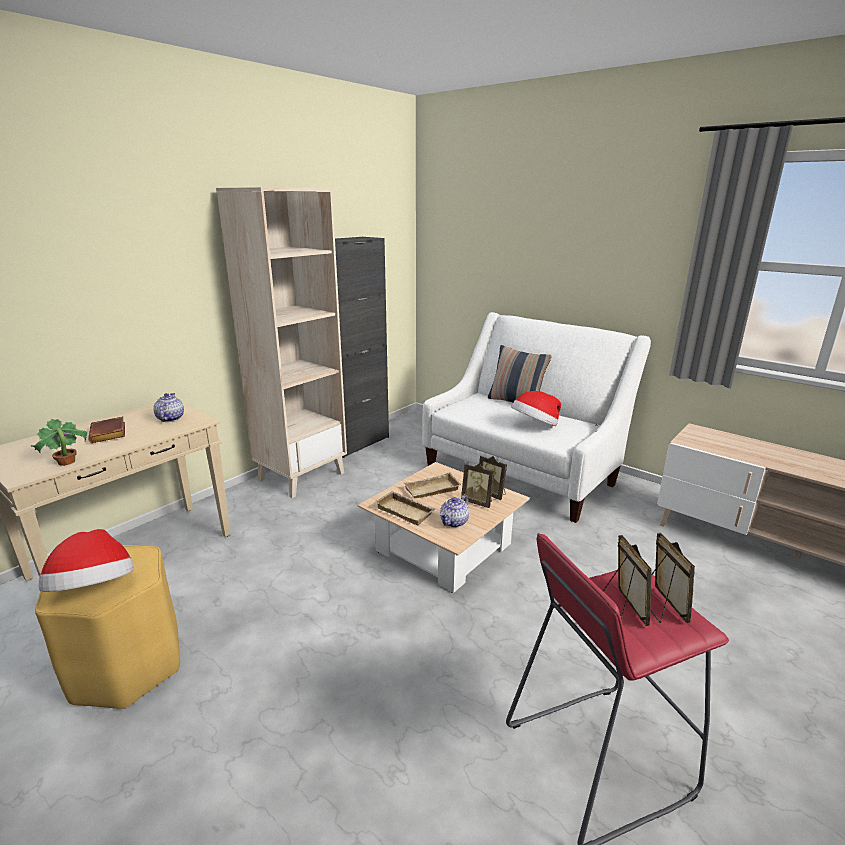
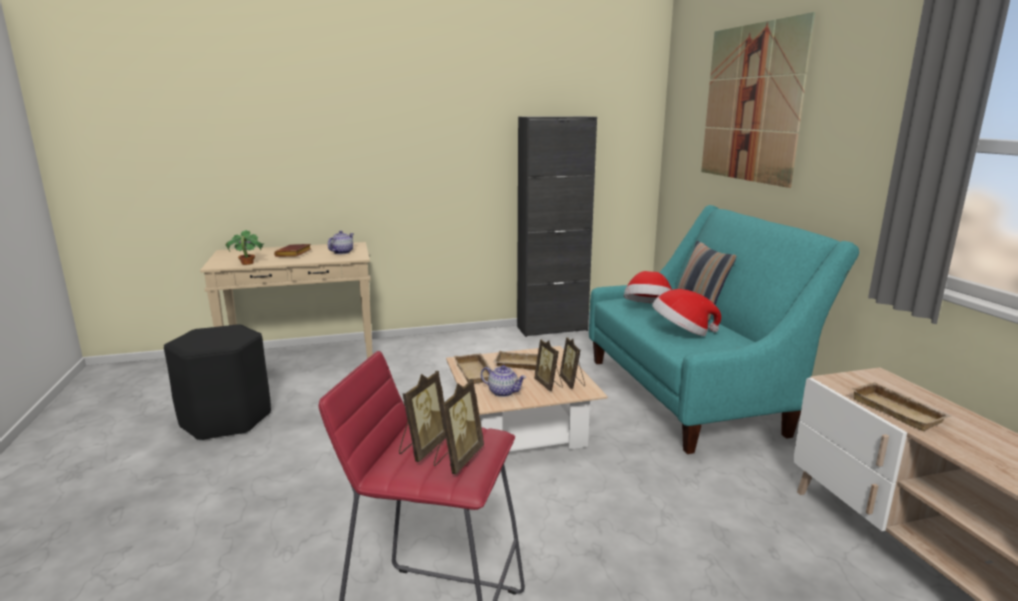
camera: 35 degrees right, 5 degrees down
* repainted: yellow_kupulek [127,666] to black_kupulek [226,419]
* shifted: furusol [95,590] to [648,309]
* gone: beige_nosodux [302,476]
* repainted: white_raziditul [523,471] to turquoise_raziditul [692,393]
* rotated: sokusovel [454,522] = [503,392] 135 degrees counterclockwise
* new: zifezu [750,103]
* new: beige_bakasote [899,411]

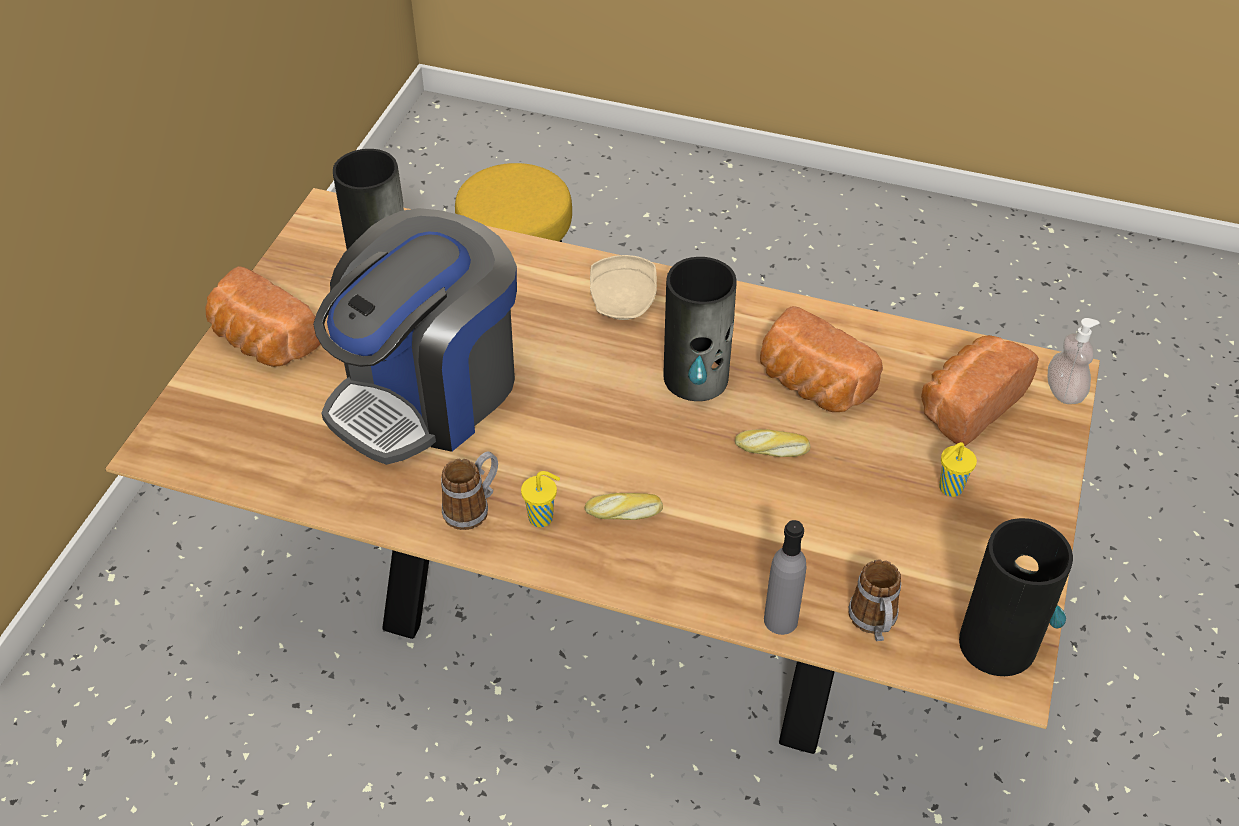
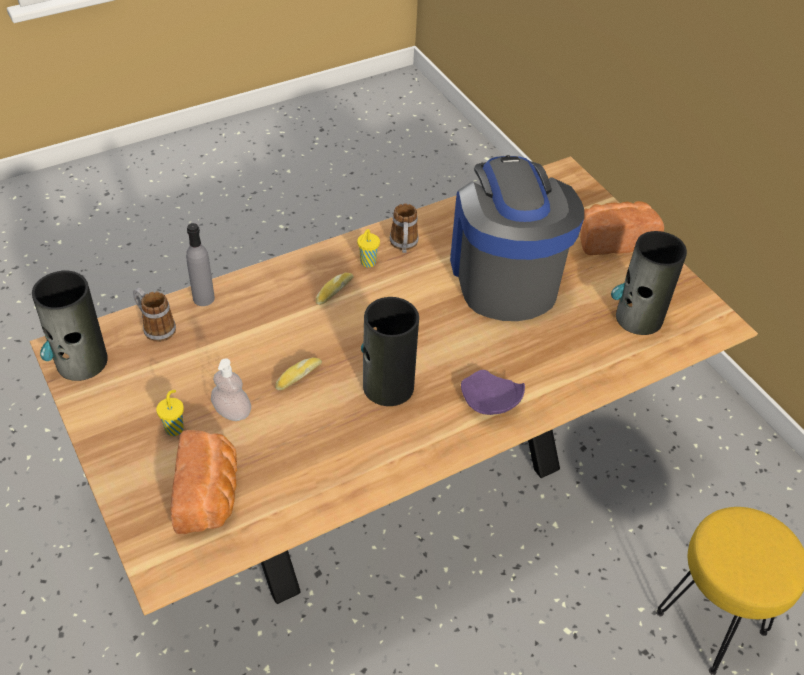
camera: 130 degrees right, 0 degrees up
* repainted: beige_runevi [624,301] to purple_runevi [490,402]
* gone: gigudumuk [811,386]
* shifted: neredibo [1064,392] to [232,412]

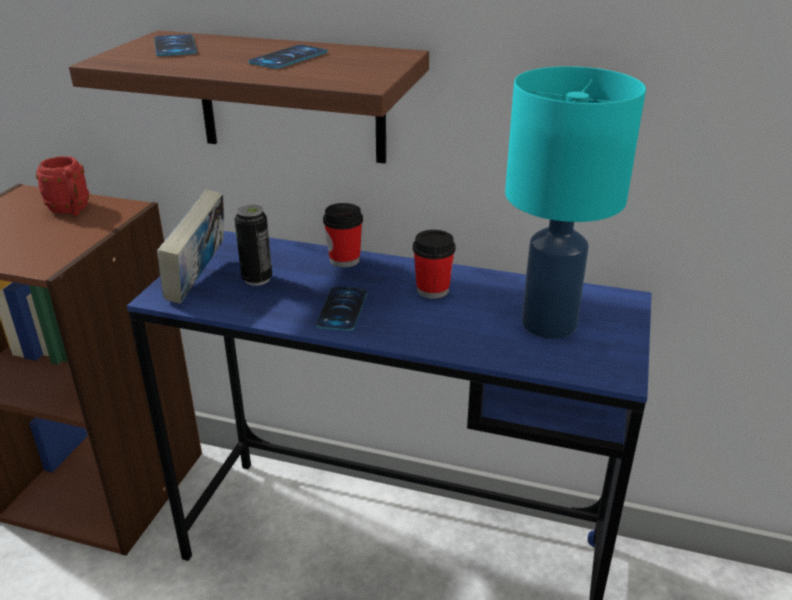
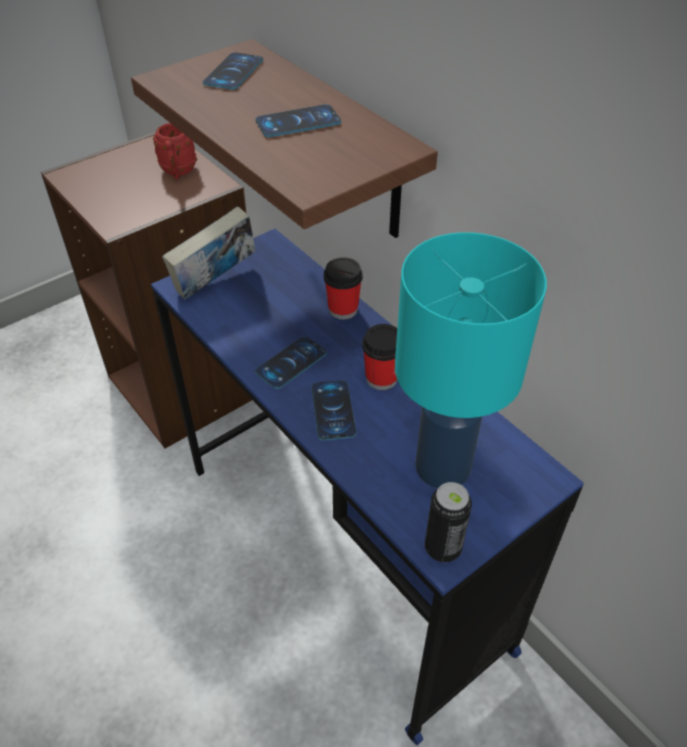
camera: 35 degrees right, 15 degrees up
* shifted: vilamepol [257,279] to [442,548]
* new: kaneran [333,410]

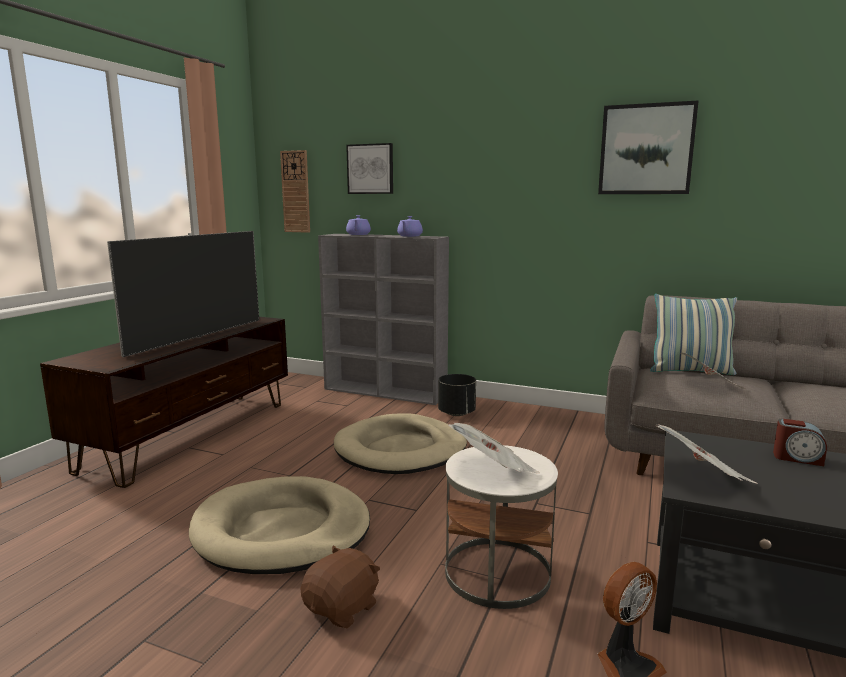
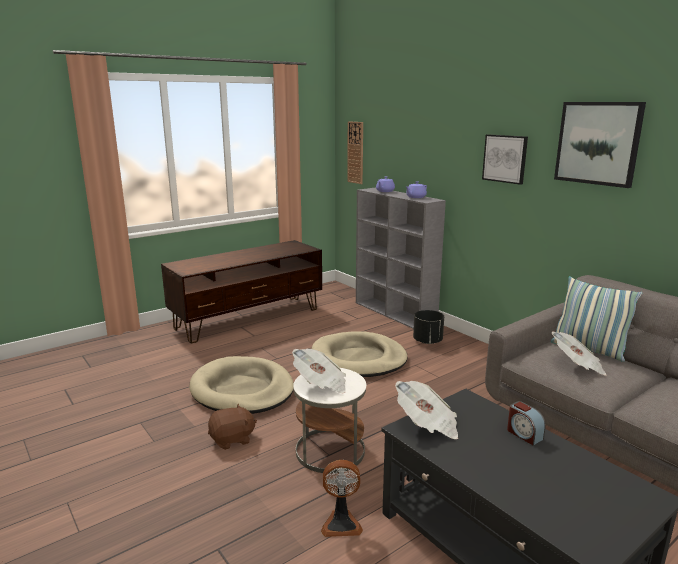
camera: 30 degrees right, 5 degrees up
* gone: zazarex [198,337]
* shifted: zifezu [370,169] to [505,158]

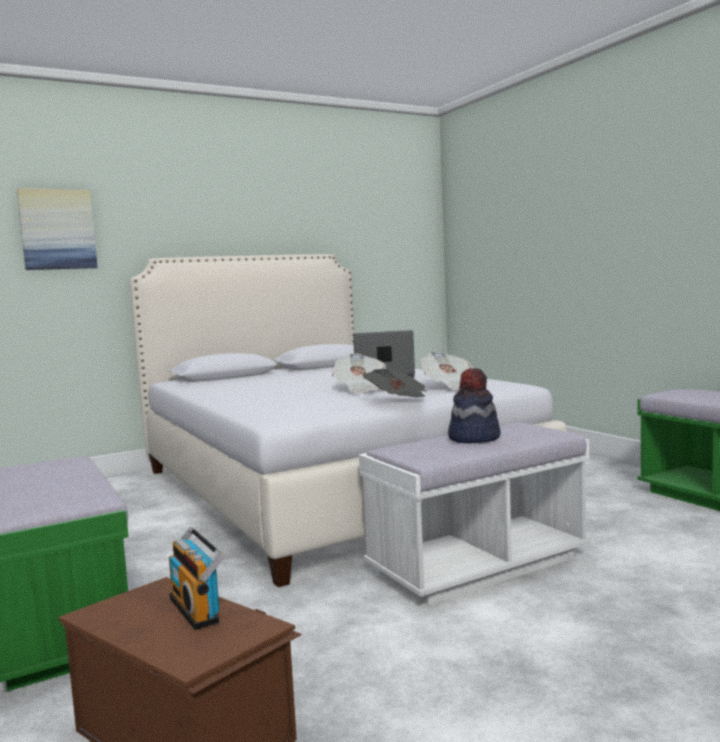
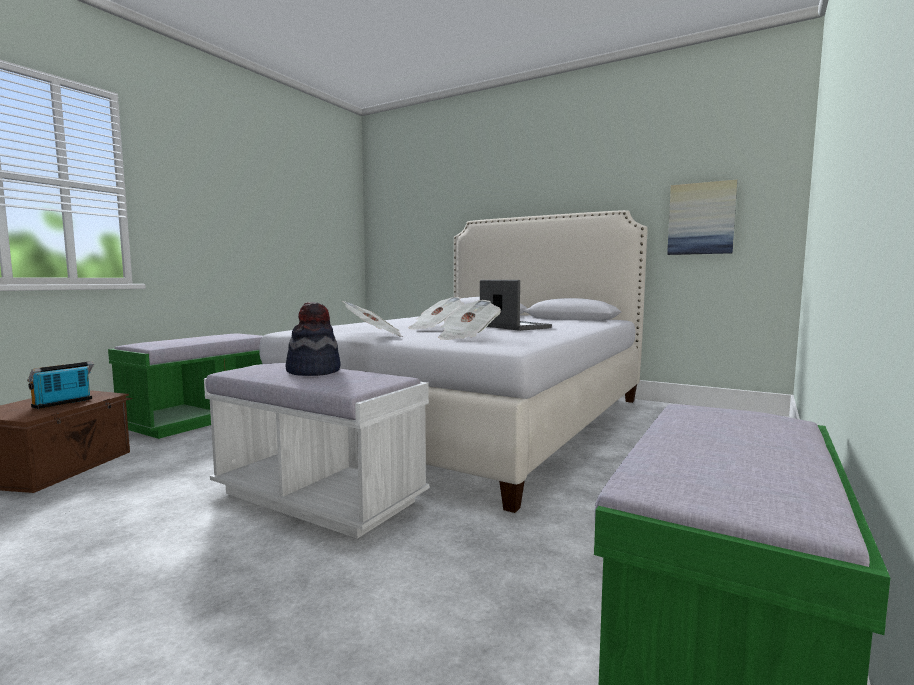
camera: 60 degrees right, 0 degrees up
* shifted: zifezu [58,229] to [701,219]

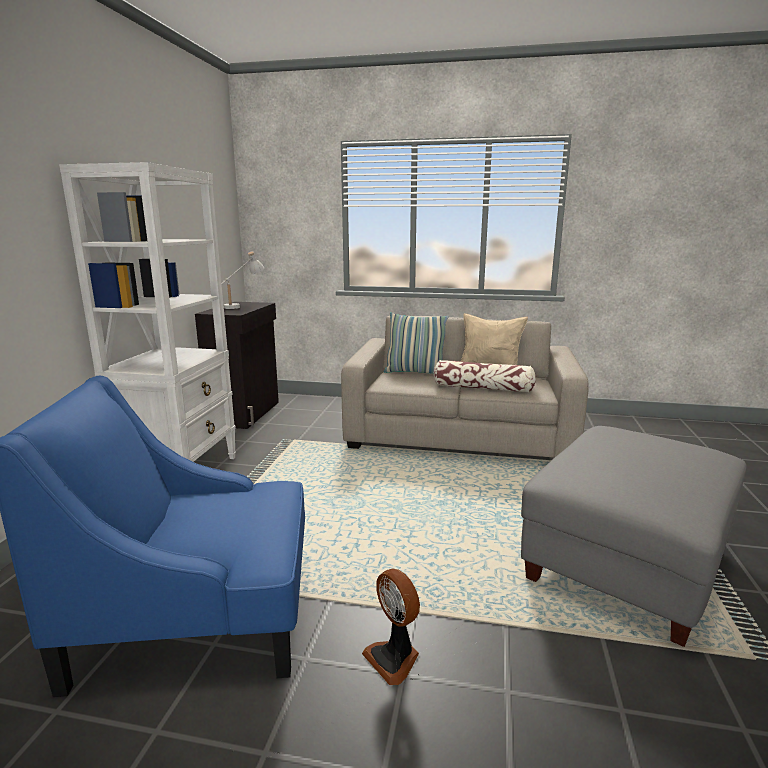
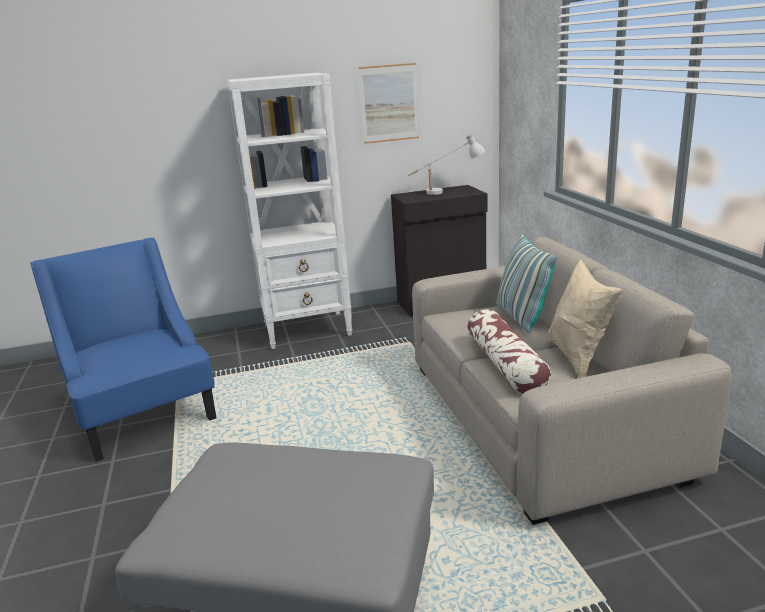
camera: 65 degrees right, 5 degrees up
* gone: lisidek [394,658]
* new: zifezu [389,103]

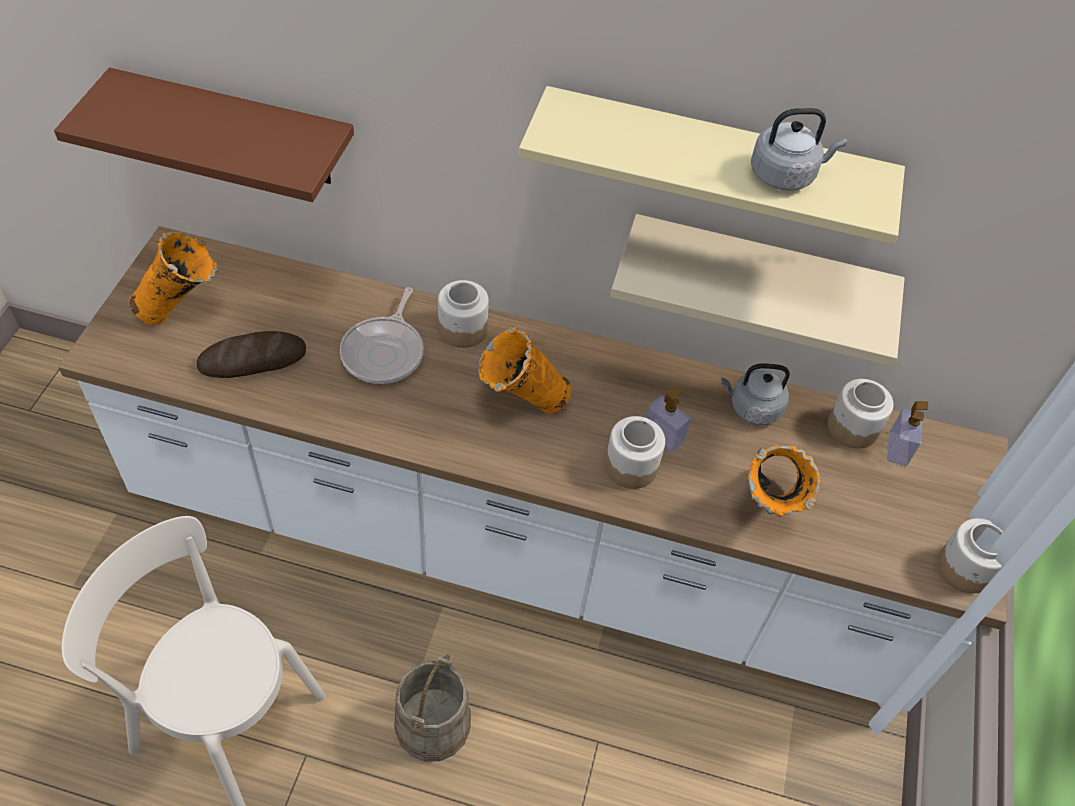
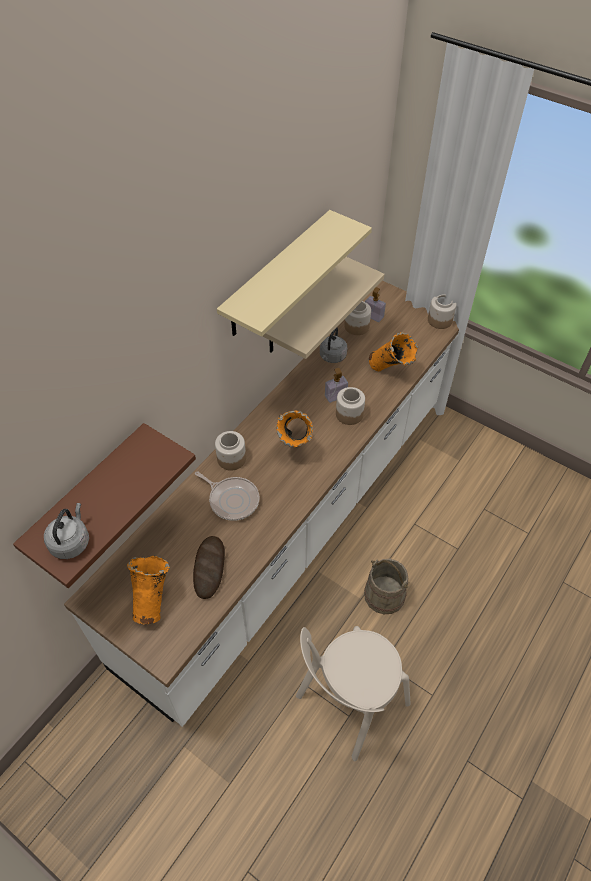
camera: 65 degrees left, 0 degrees up
* shifted: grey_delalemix [785,175] to [71,541]

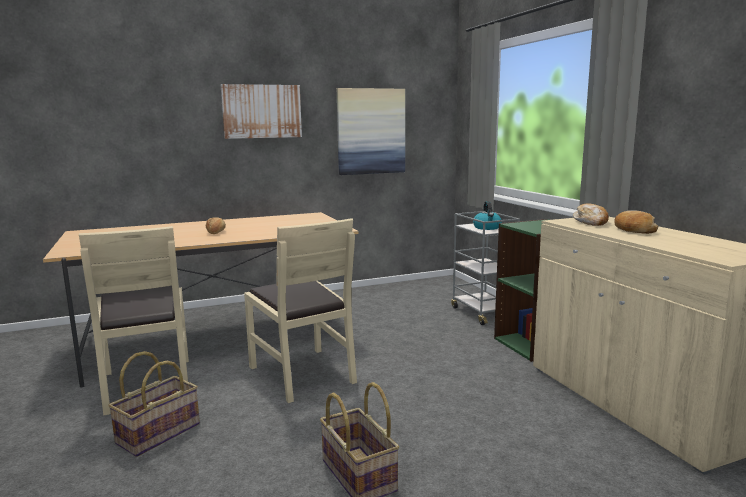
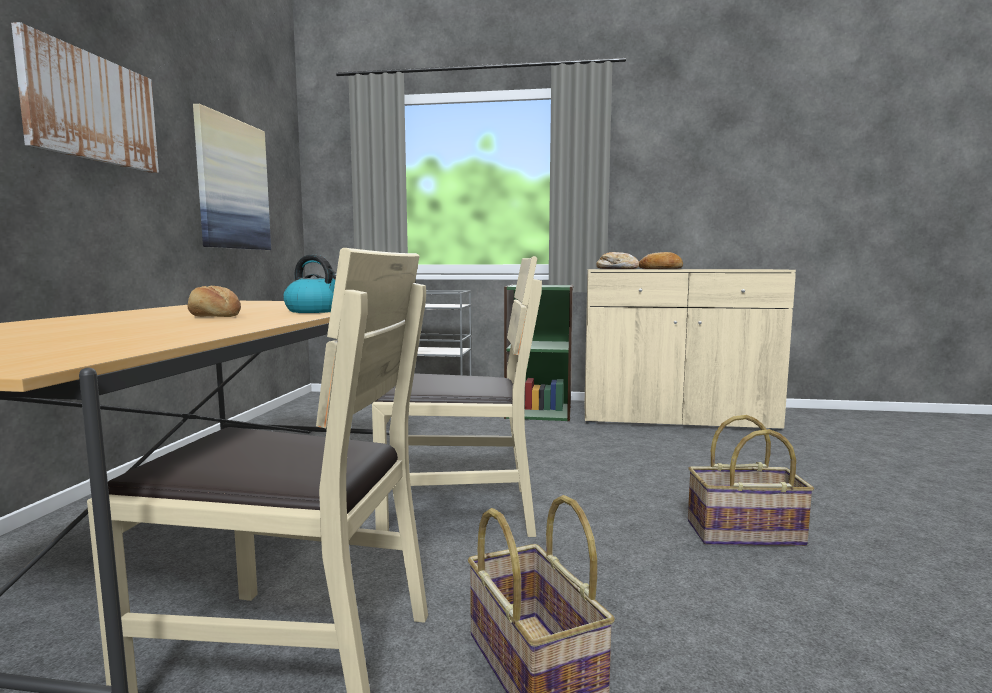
camera: 60 degrees left, 5 degrees down
* shifted: delalemix [487,228] to [316,311]

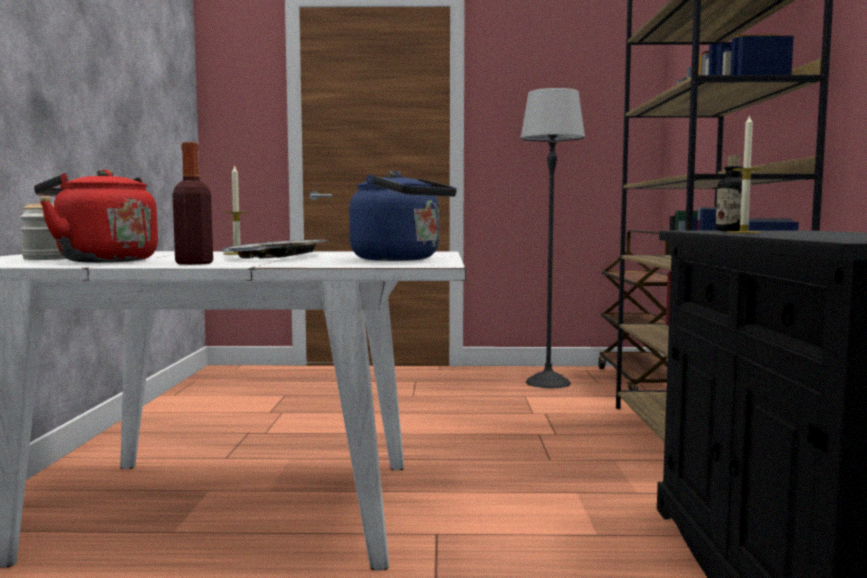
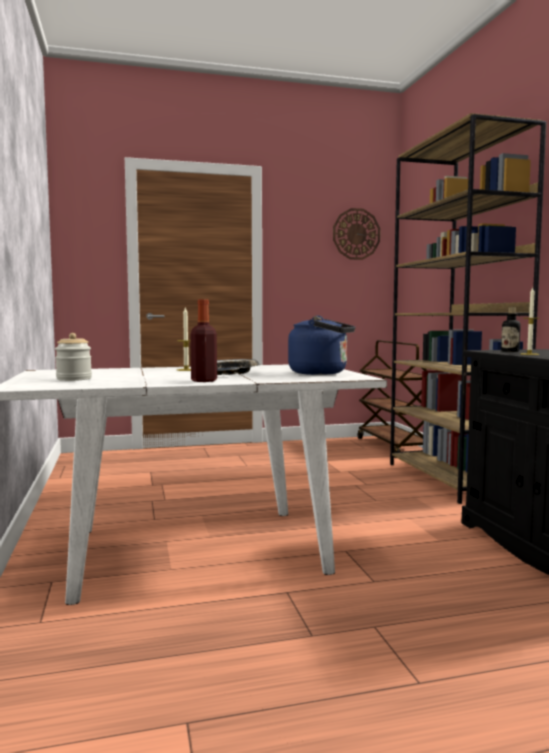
camera: 15 degrees left, 0 degrees up
* gone: red_delalemix [103,261]
* gone: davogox [548,382]
* new: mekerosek [356,234]

